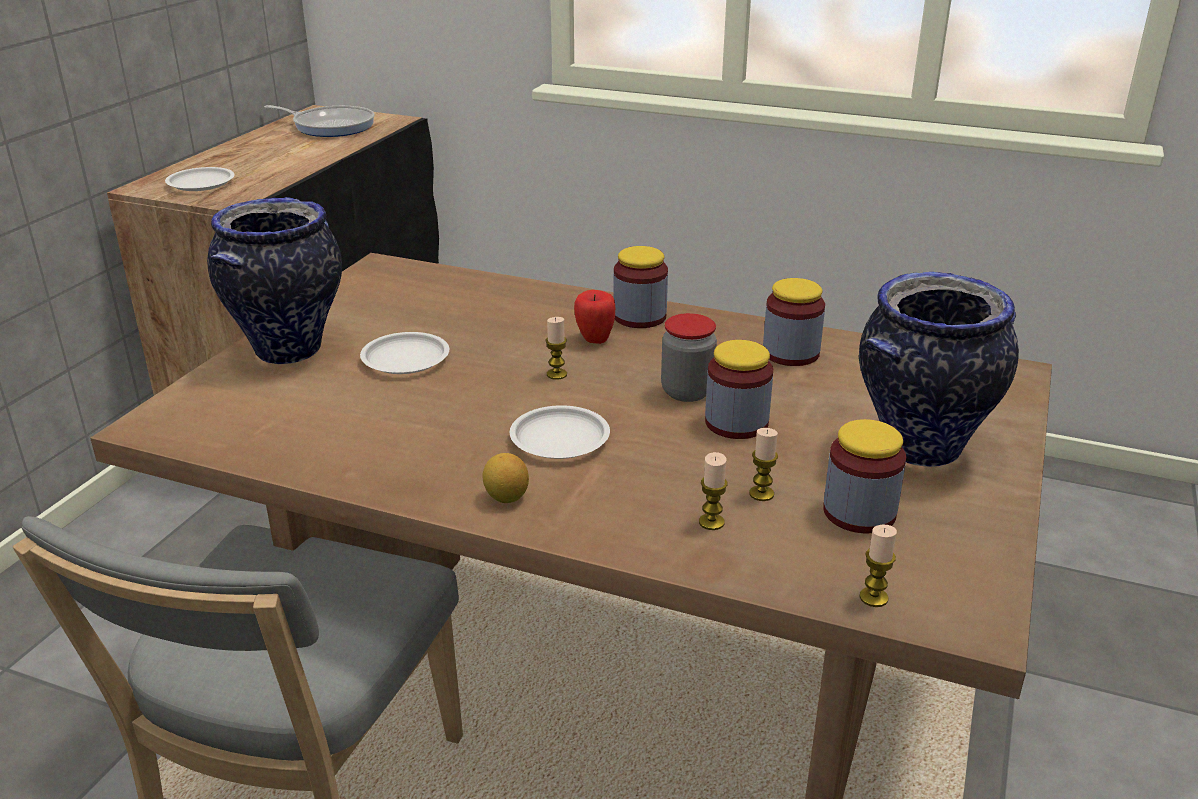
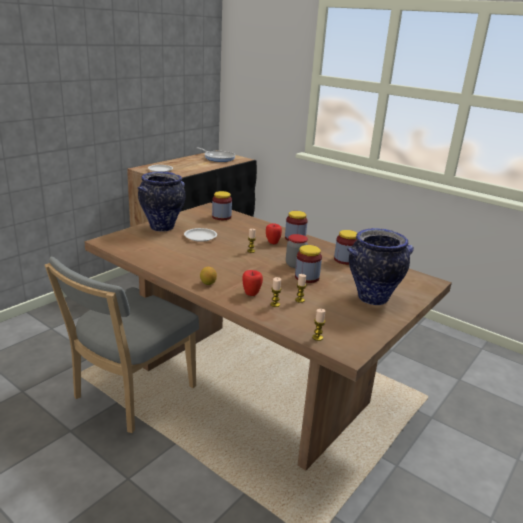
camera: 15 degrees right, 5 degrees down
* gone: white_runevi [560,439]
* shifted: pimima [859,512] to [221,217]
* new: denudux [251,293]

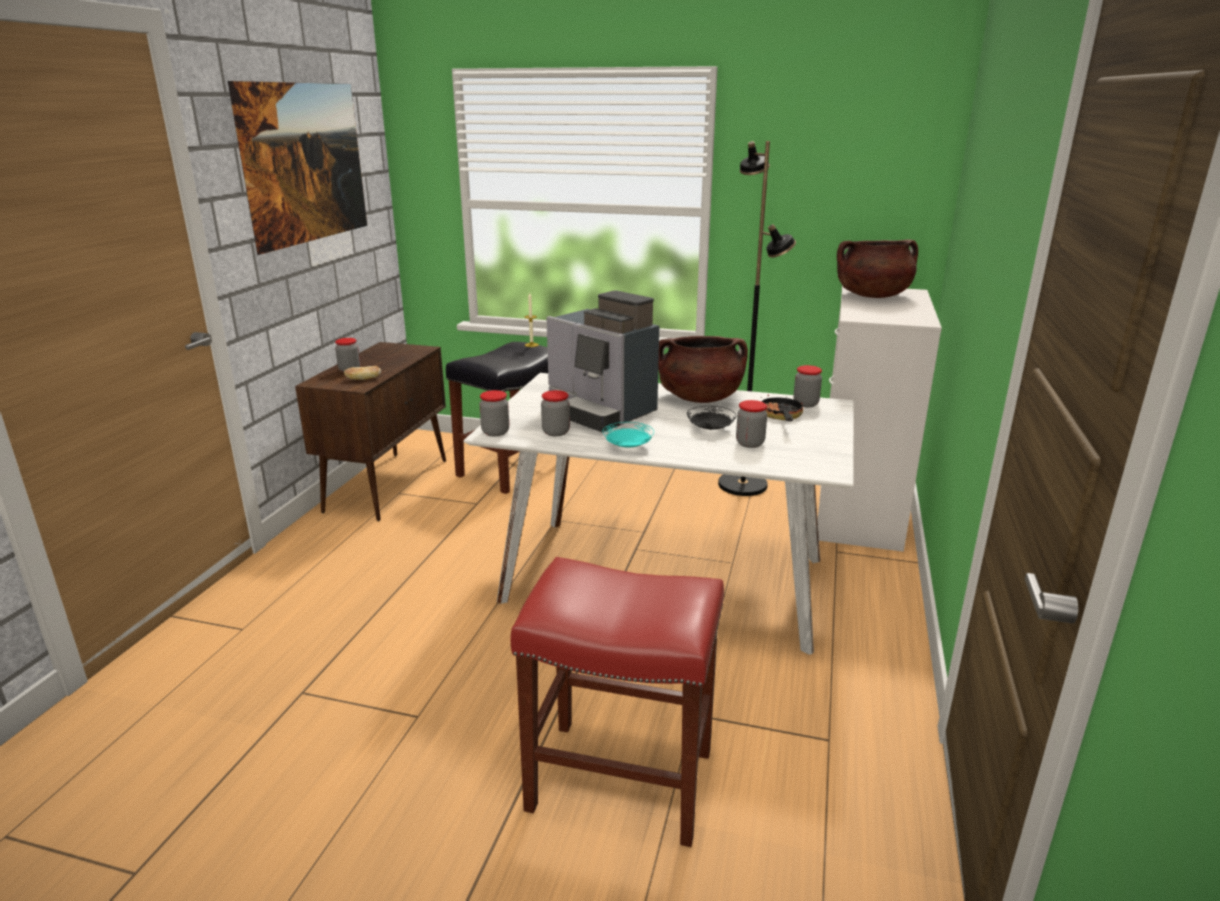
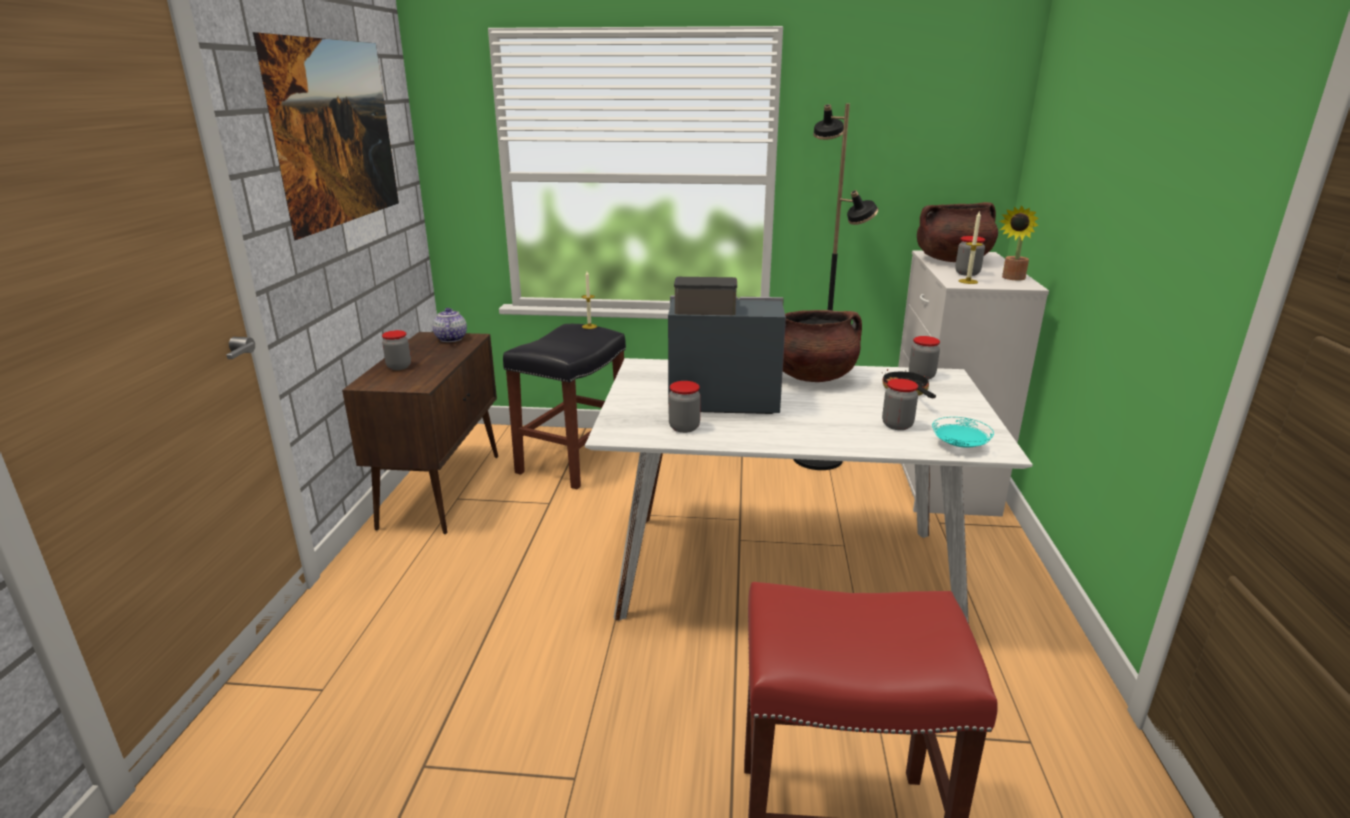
camera: 10 degrees left, 0 degrees up
* gone: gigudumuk [363,379]
* shifted: pimima [495,432] to [967,273]
* rotated: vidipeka [601,412] = [718,400] 150 degrees clockwise
* shifted: turquoise_runevi [627,447] to [959,446]
* gone: black_runevi [710,429]
* new: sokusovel [450,338]
* new: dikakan [968,281]
* new: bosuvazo [1012,278]

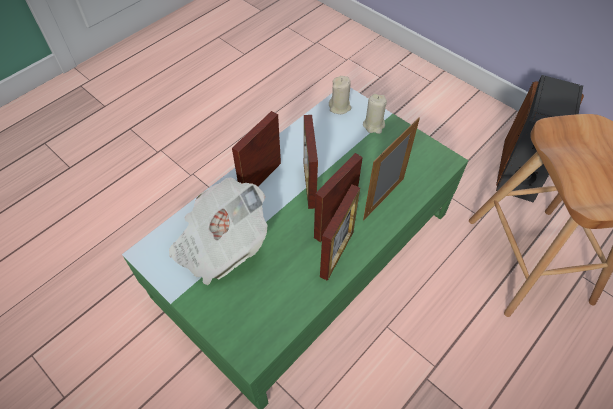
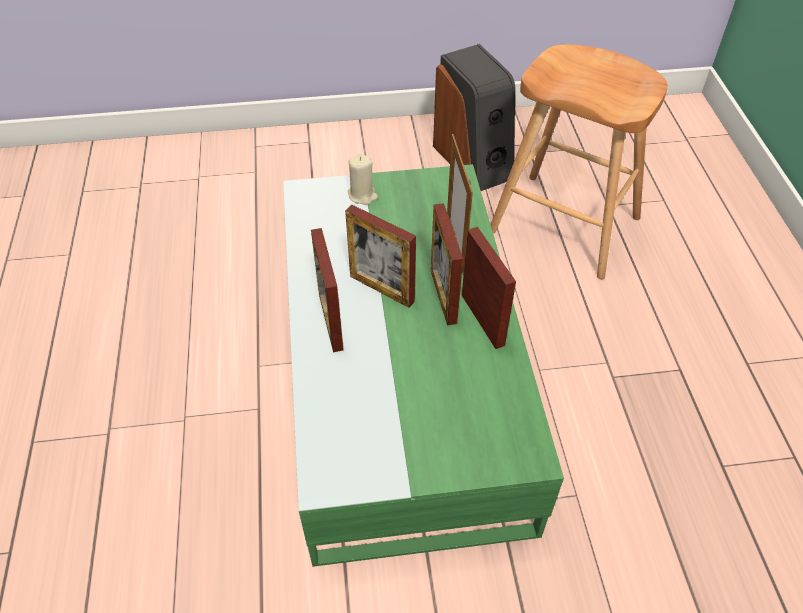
camera: 50 degrees left, 5 degrees down
* gone: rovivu [220,244]
* gone: beige_dikakan [340,107]

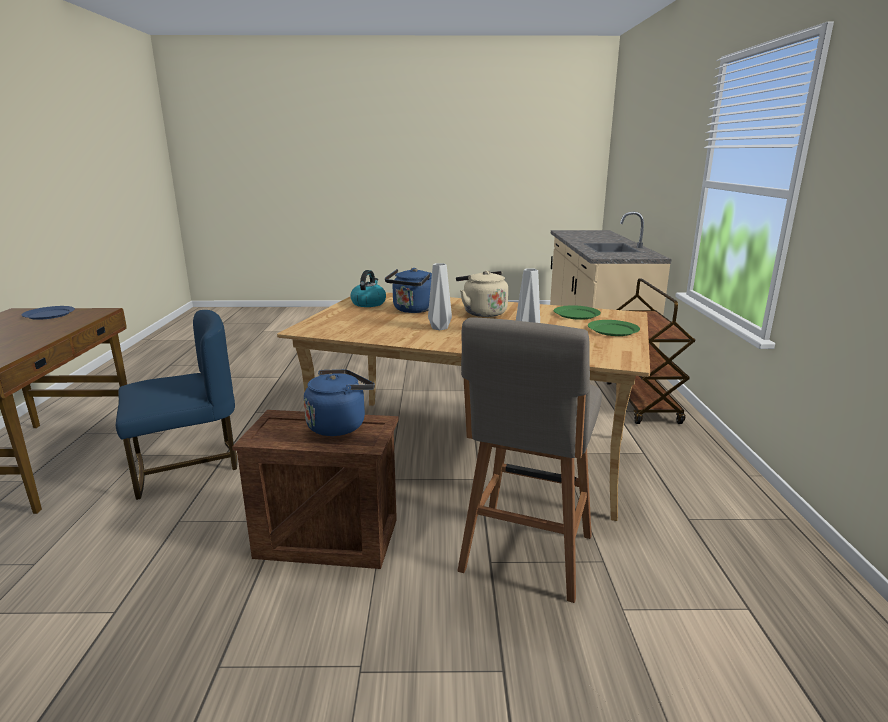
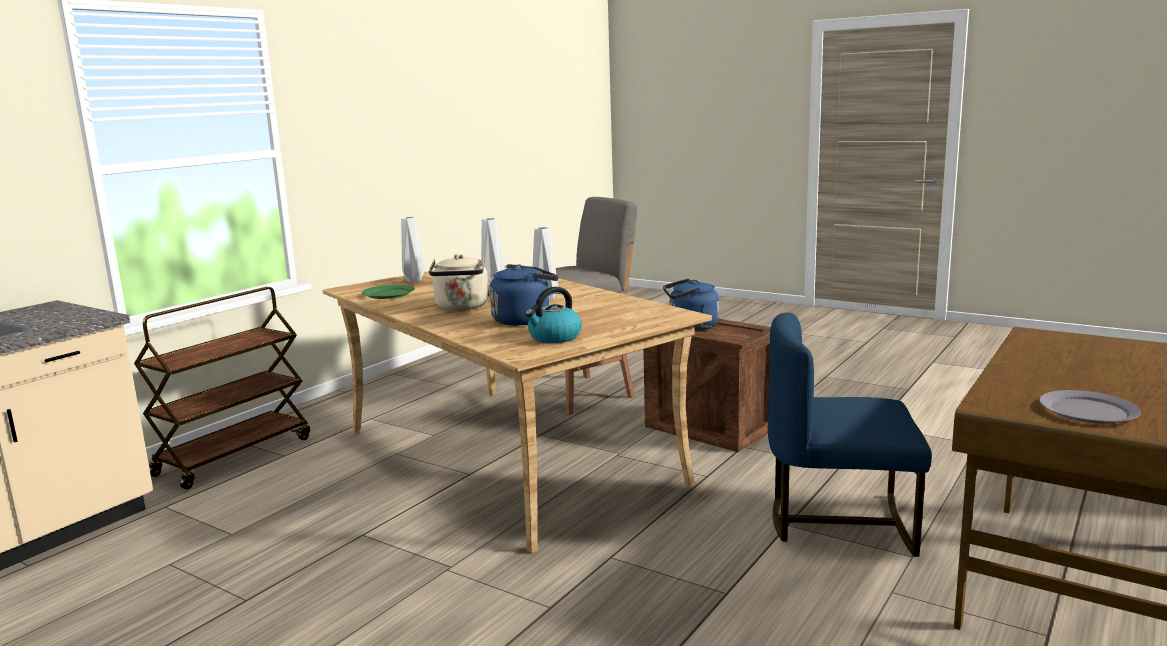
camera: 145 degrees left, 5 degrees down
* repainted: blue_runevi [49,314] to grey_runevi [1087,411]
* swapped: green_runevi [613,330] to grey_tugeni [414,280]

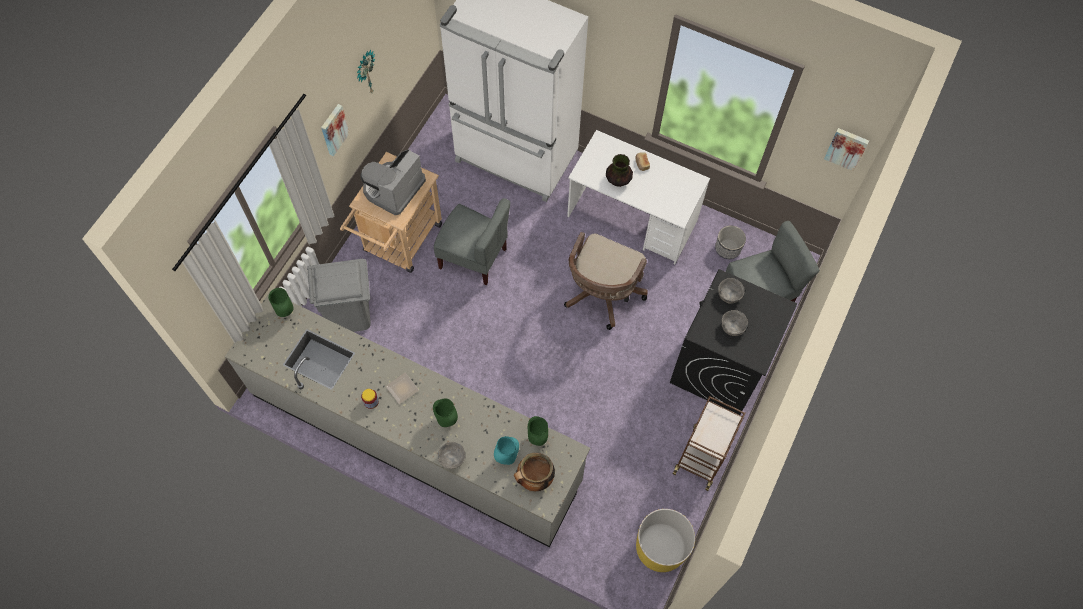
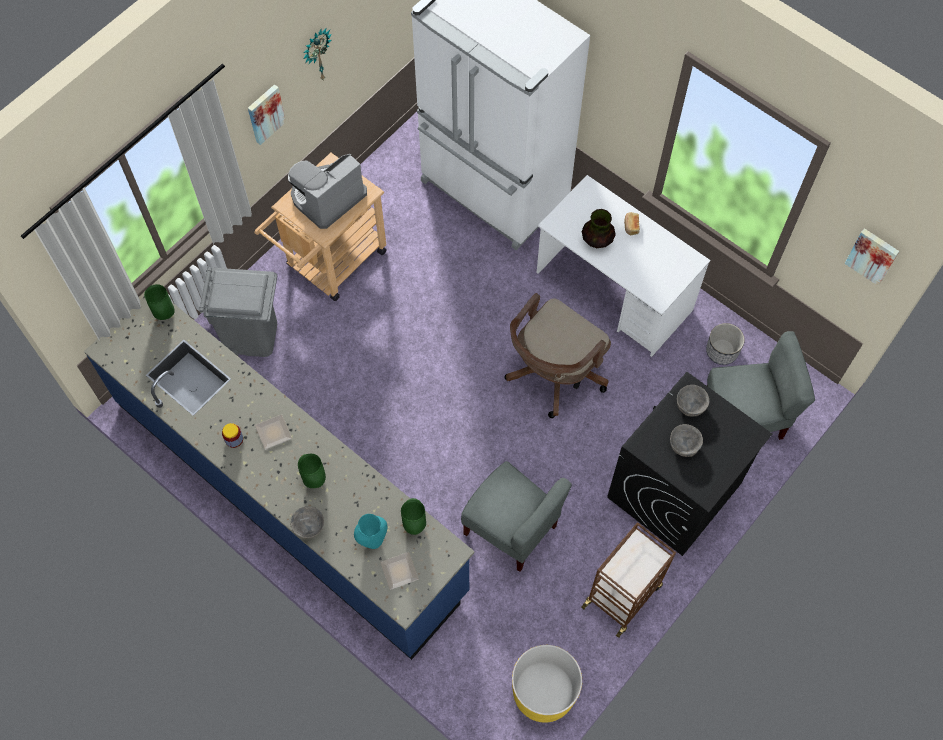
camera: 15 degrees right, 0 degrees up
* repainted: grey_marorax [415,437] to blue_marorax [289,495]
* shifted: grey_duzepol [474,257] to [511,529]
* swapped: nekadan [534,479] to runevi [398,572]

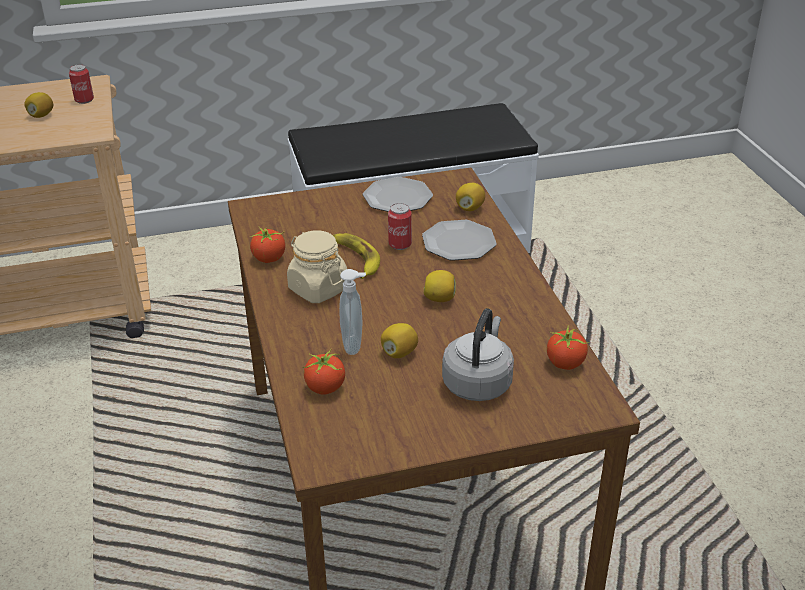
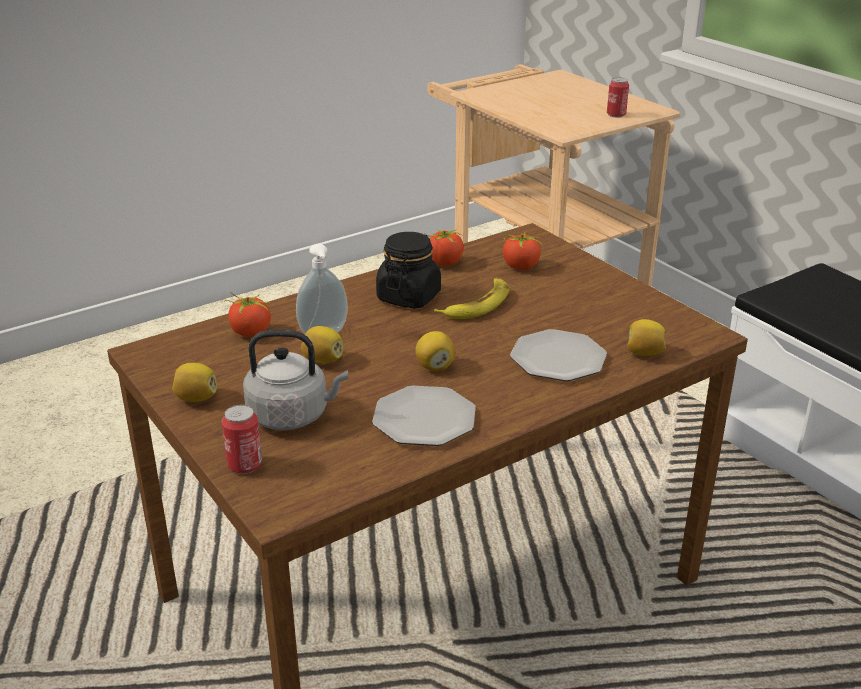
camera: 70 degrees right, 5 degrees down
* shifted: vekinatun [41,115] to [196,398]
* repainted: beige_pimima [318,289] to black_pimima [409,297]
* shifted: runevi [398,197] to [425,419]
* shifted: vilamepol [400,244] to [245,465]
* shifted: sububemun [565,364] to [520,267]

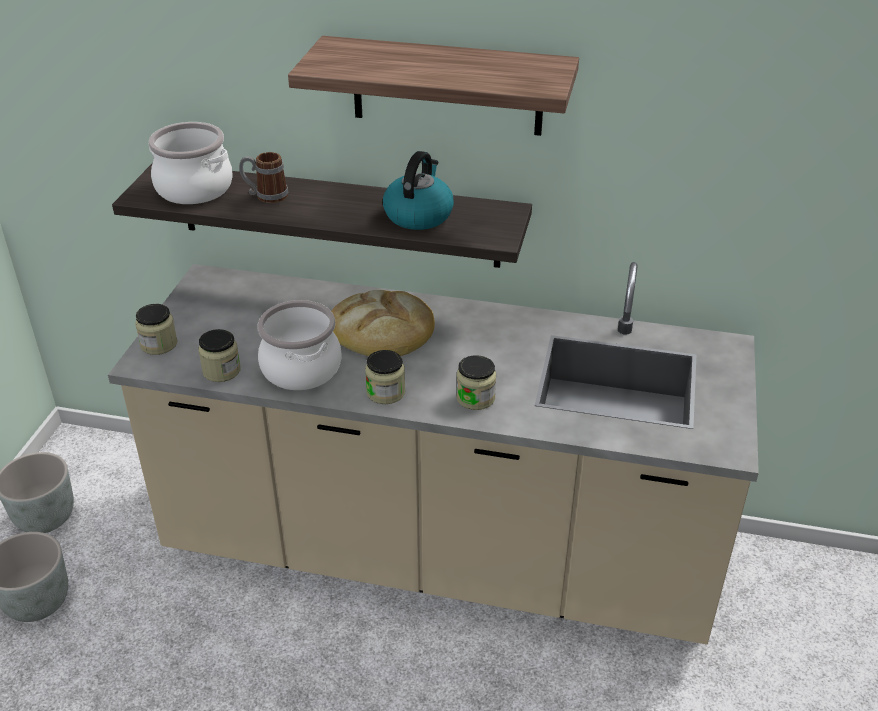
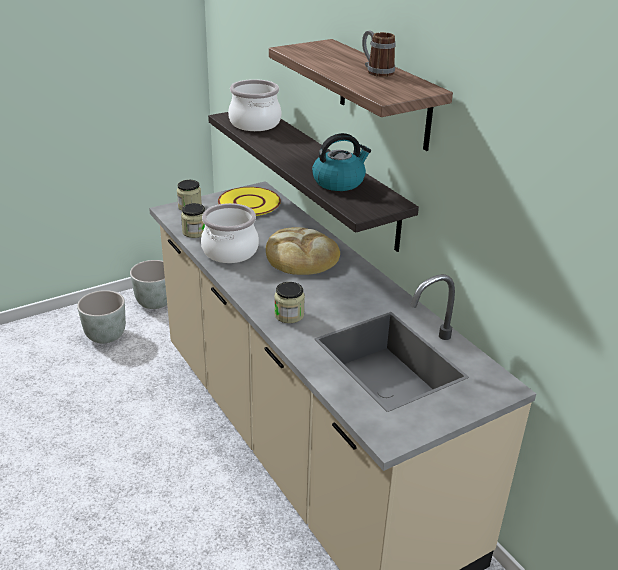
camera: 45 degrees right, 5 degrees down
* shifted: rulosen [266,196] to [376,71]
* gone: pimima [385,392]
* new: yellow_runevi [249,203]

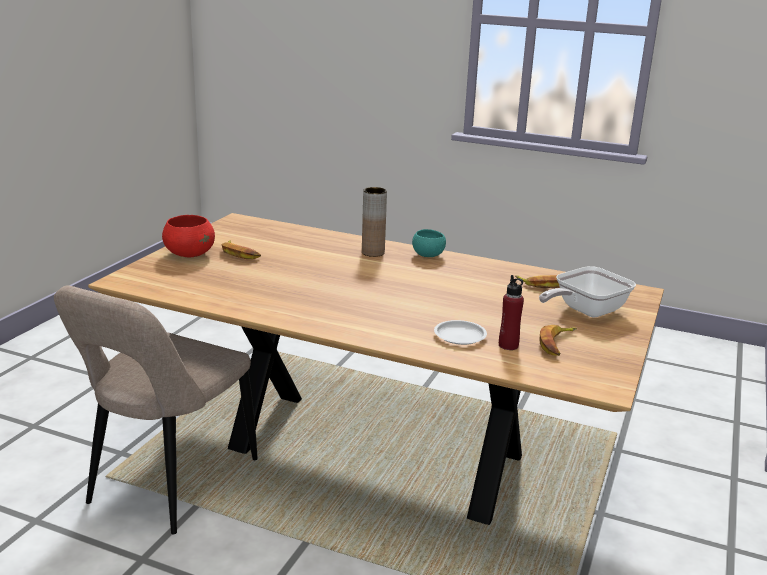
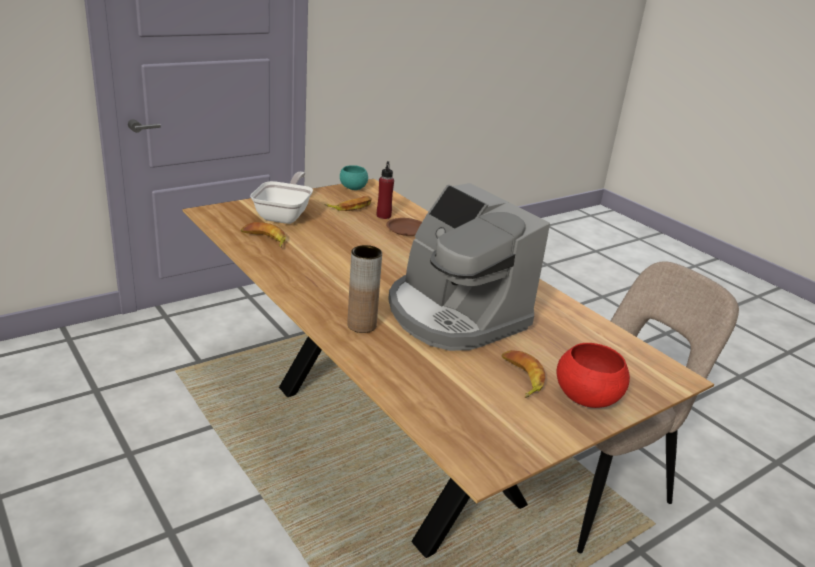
camera: 150 degrees left, 5 degrees up
* shifted: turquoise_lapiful [428,255] to [353,188]
* repainted: white_runevi [460,336] to brown_runevi [406,229]
* rotated: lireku [585,311] = [285,215] 75 degrees counterclockwise
* new: vidipeka [454,315]

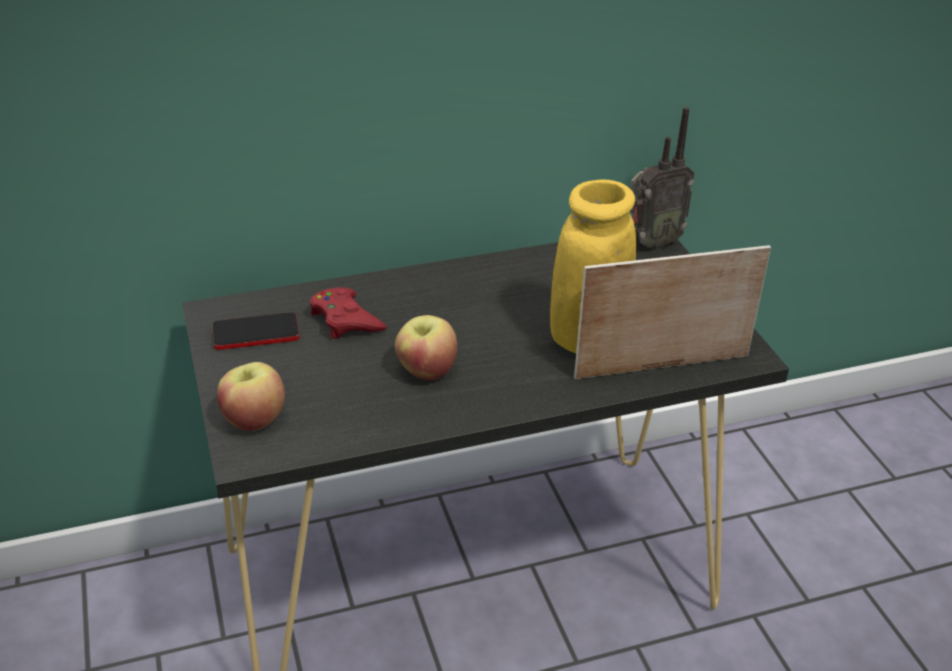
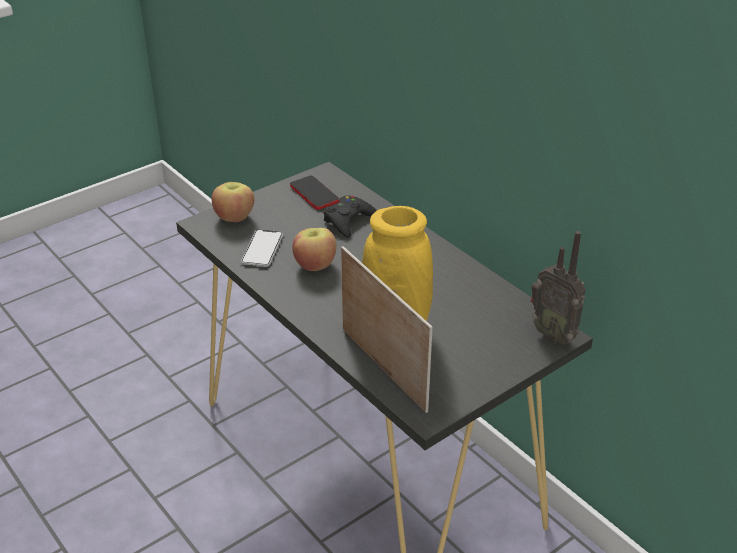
camera: 70 degrees right, 0 degrees up
* repainted: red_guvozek [345,320] to black_guvozek [348,220]
* new: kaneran [262,249]

